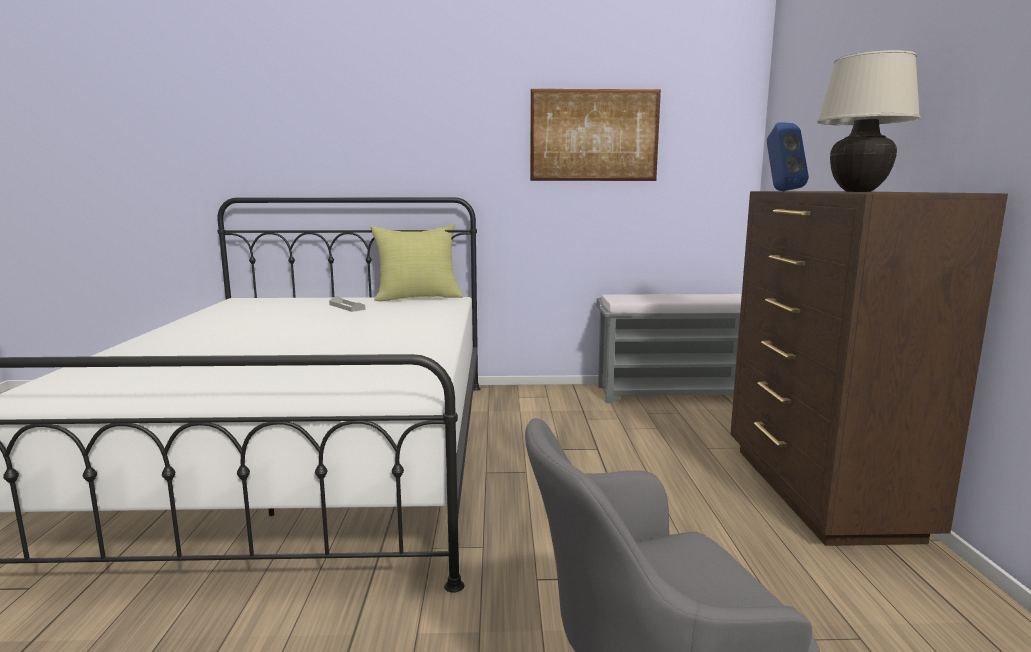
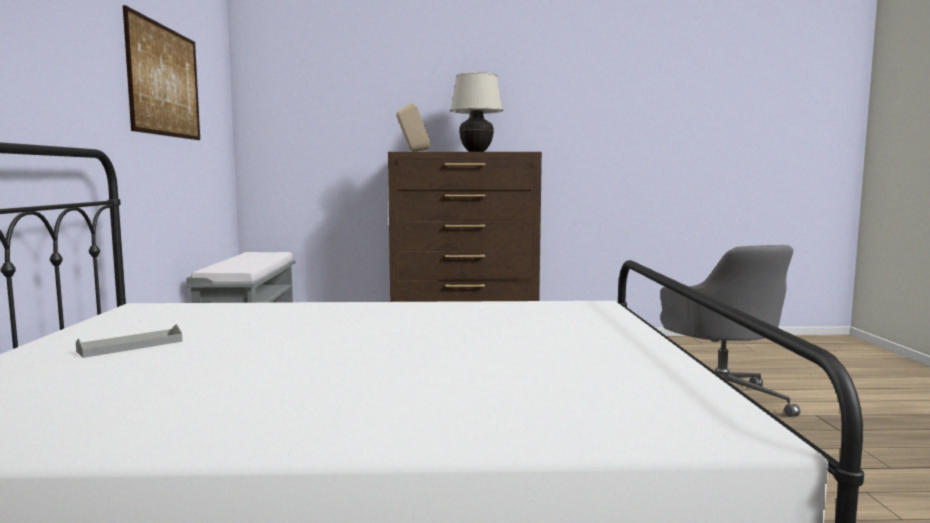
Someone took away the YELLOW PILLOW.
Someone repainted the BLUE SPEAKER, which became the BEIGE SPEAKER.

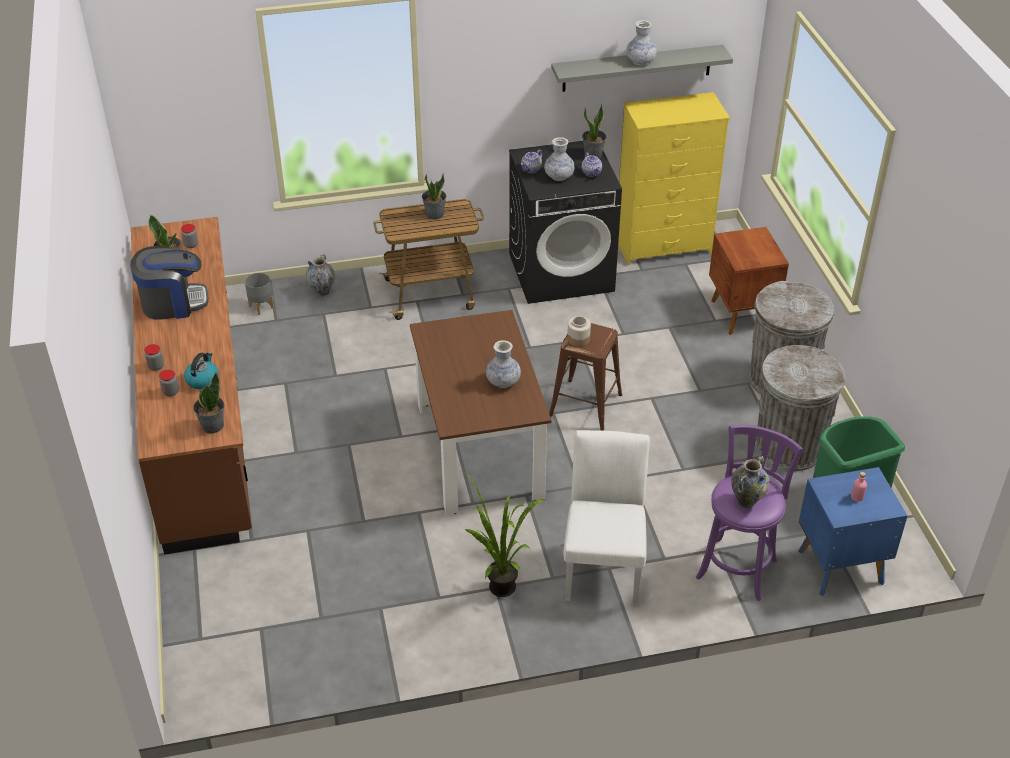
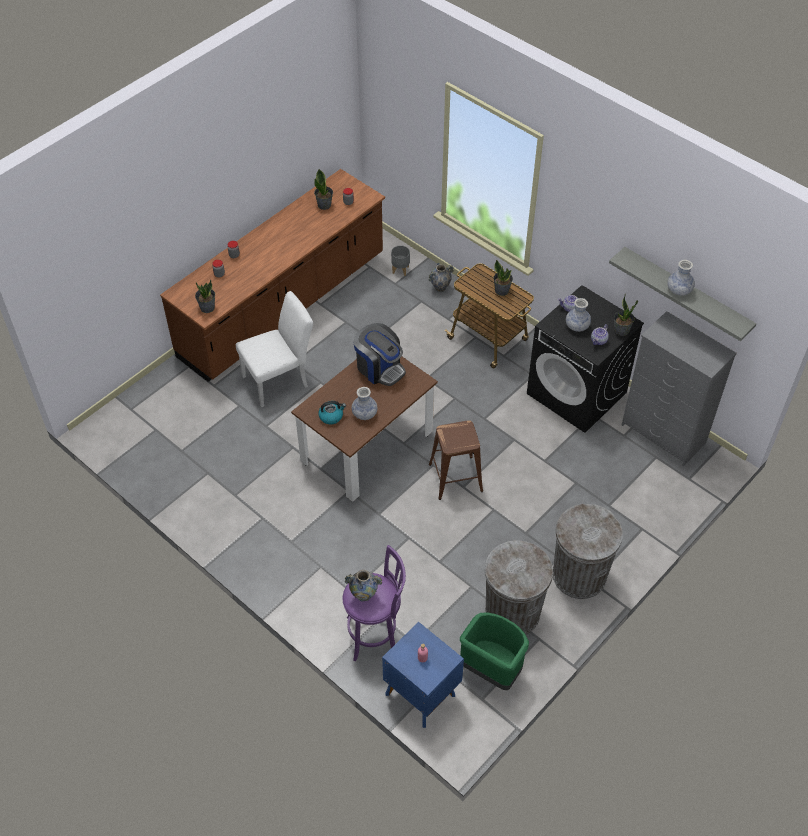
Someone took away the POTTED PLANT (4th from left).
Someone took away the JAR (4th from left).
Someone took away the BROWN NIGHTSTAND.
Someone carried the COFFEE MACHINE.
Someone carried the KETTLE.
Someone carried the WHITE CHAIR.
Someone repainted the YELLOW DRESSER, which became the GREY DRESSER.

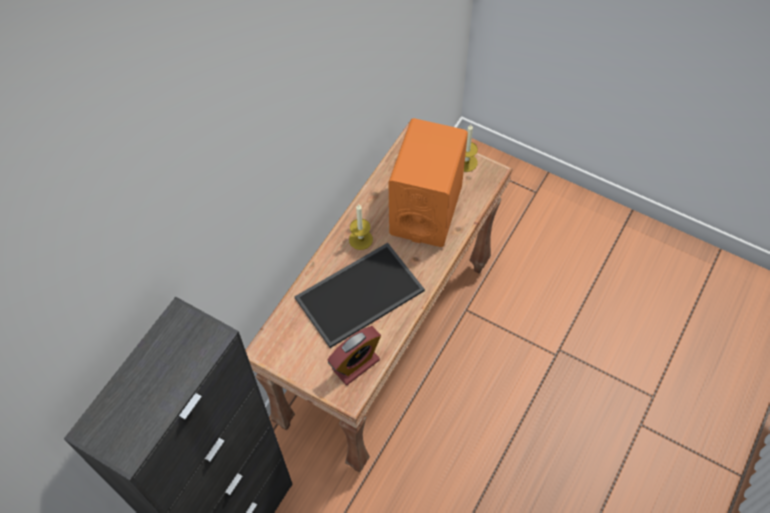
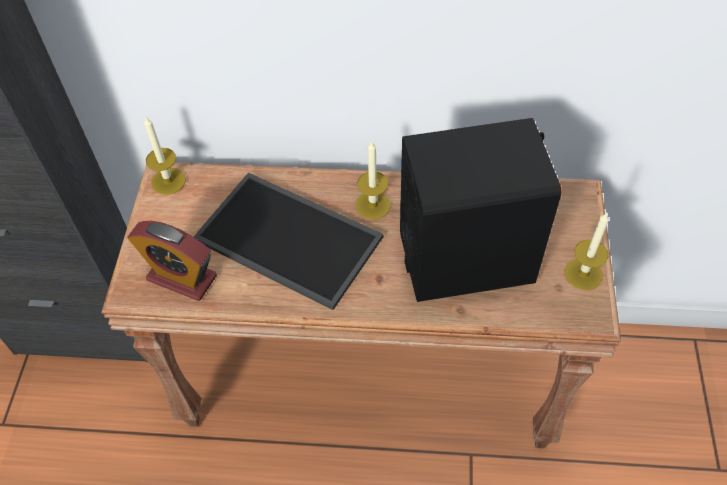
Someone put down the CANDLE (1st from left).
Someone repainted the ORANGE SPEAKER, which became the BLACK SPEAKER.

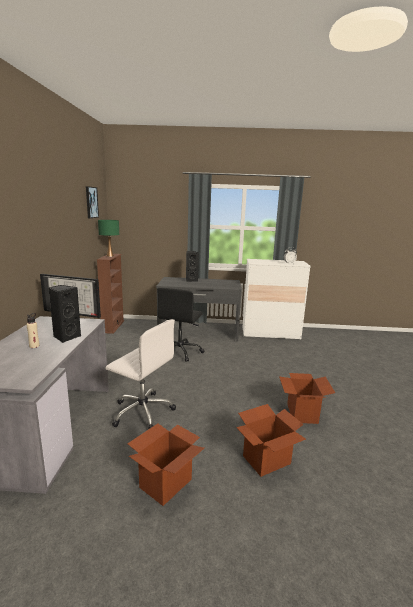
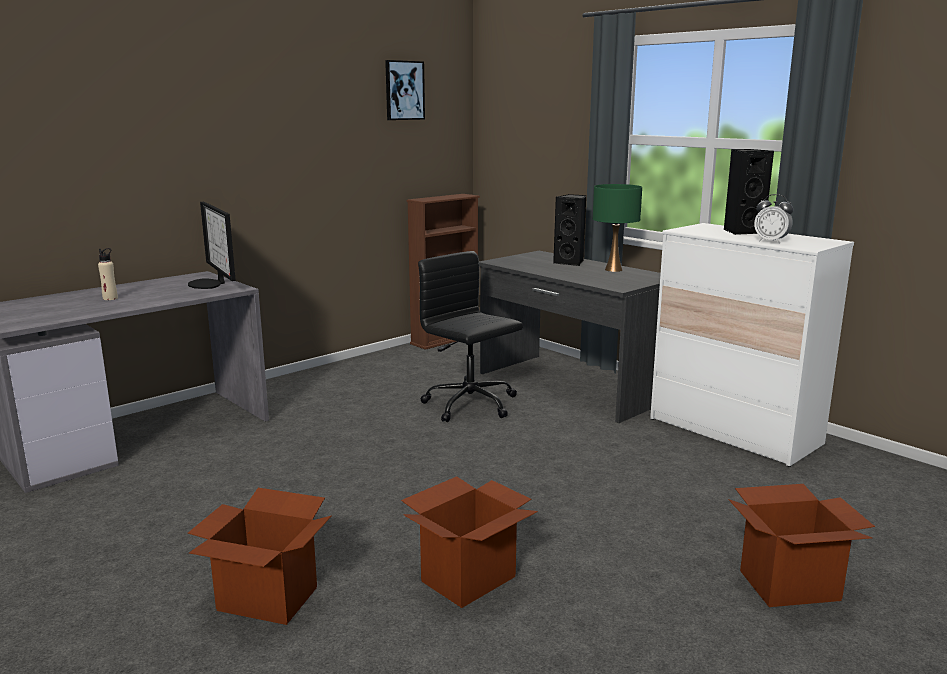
Someone took away the WHITE OFFICE CHAIR.
Someone carried the BLACK SPEAKER (1st from left in the first image).
Someone carried the GREEN TABLE LAMP.
Someone carried the CARDBOARD BOX (1st from left in the first image).
Someone rotated the BLACK OFFICE CHAIR by 75 degrees clockwise.

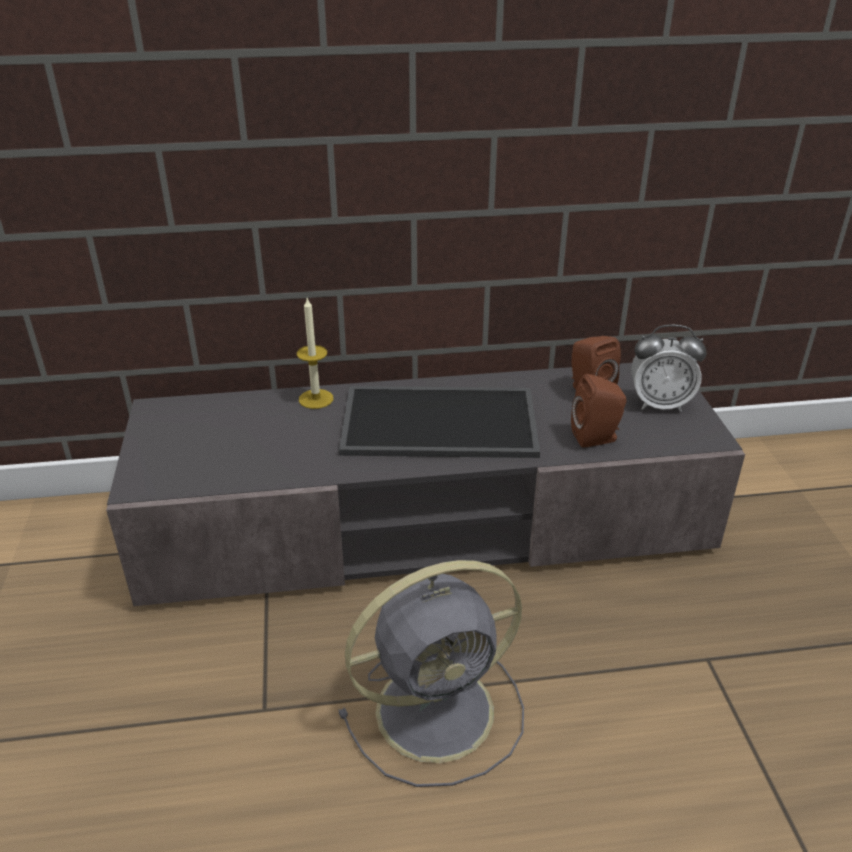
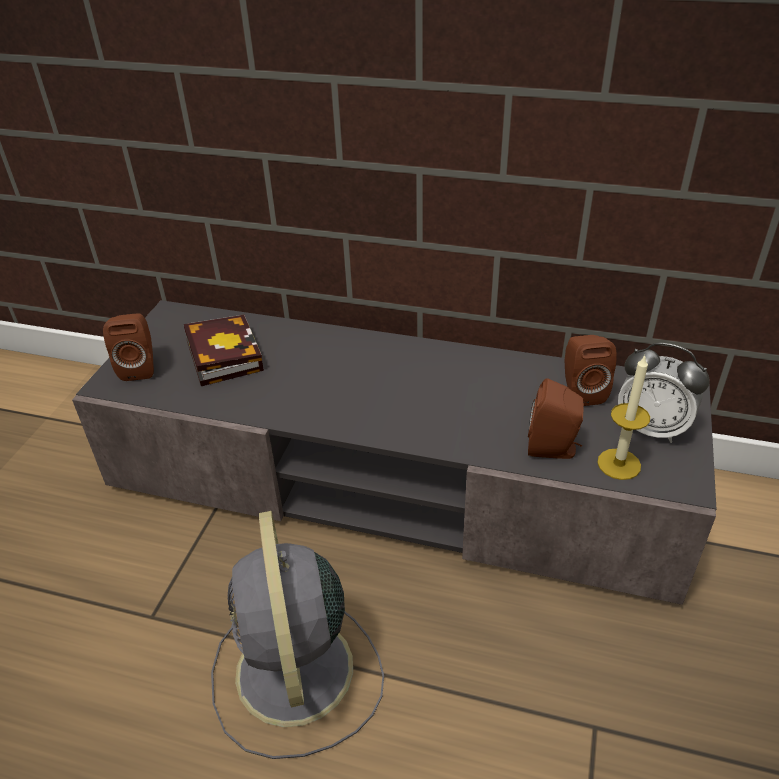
Someone took away the TRAY.
Someone put down the BROWN SPEAKER (1st from left).
Someone put down the BOOK.
Someone carried the CANDLE.
Someone rotated the GREY FAN by 75 degrees clockwise.

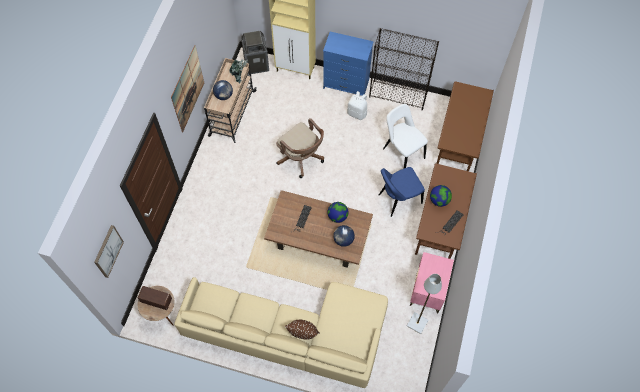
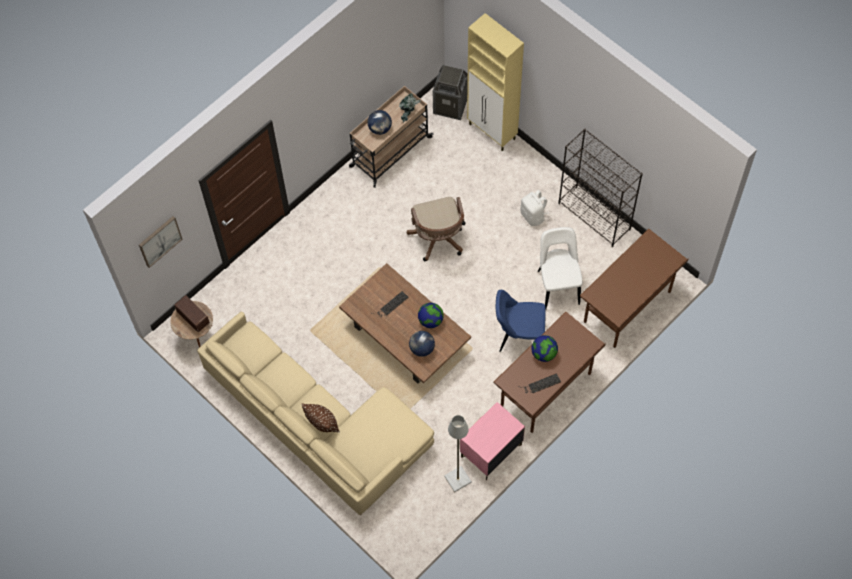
Someone took away the PICTURE (2nd from left).
Someone took away the BLUE DRESSER.

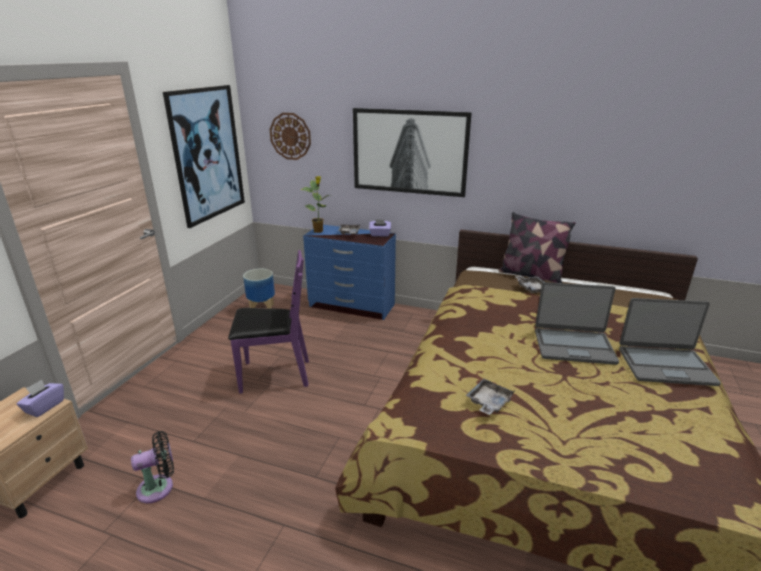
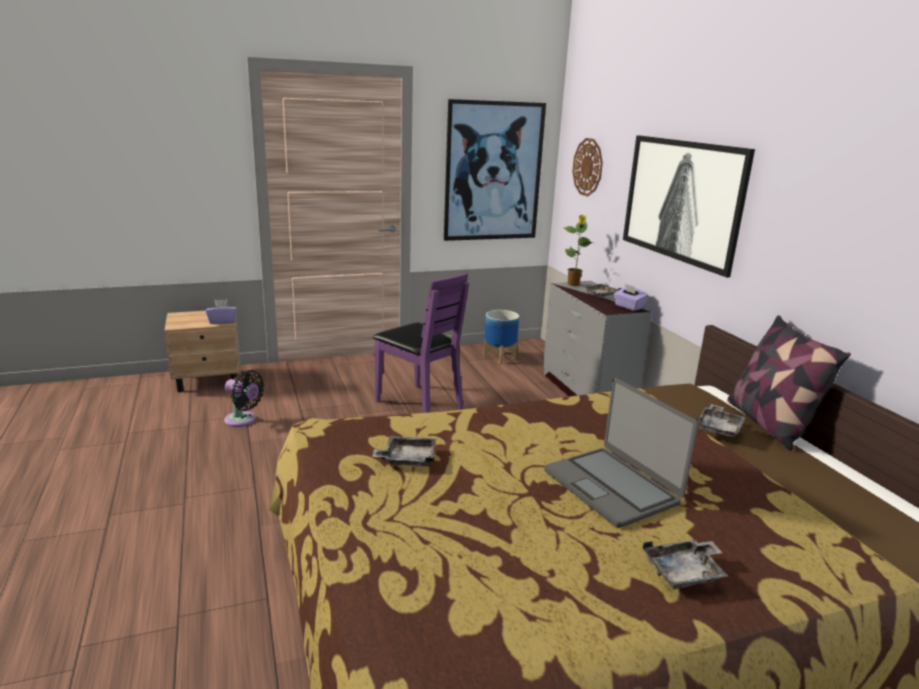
Someone swapped the LAPTOP (2nd from left) for the GREY TRAY (3rd from left).
Someone repainted the BLUE DRESSER, which became the GREY DRESSER.

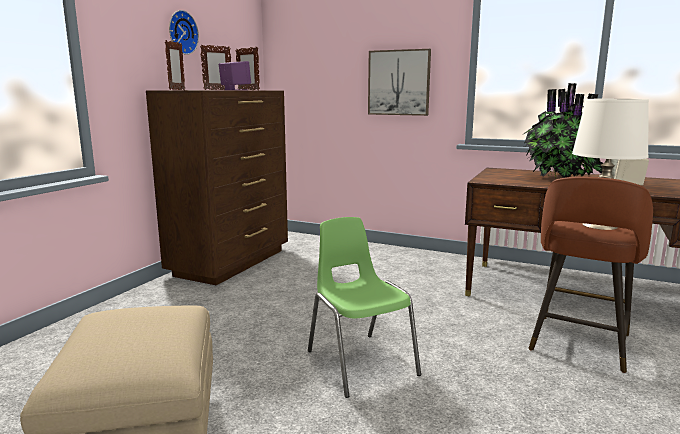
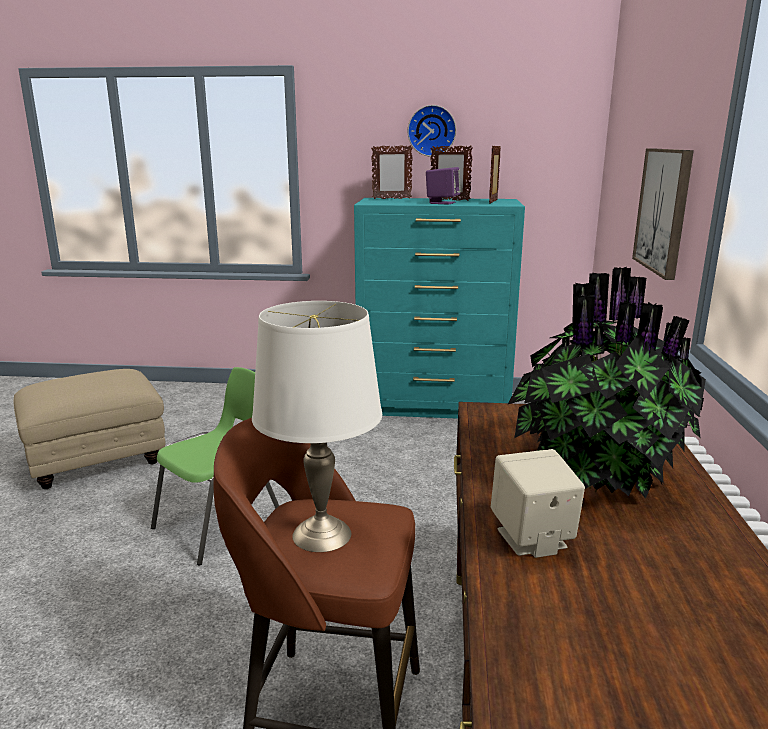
Someone repainted the BROWN DRESSER, which became the TURQUOISE DRESSER.

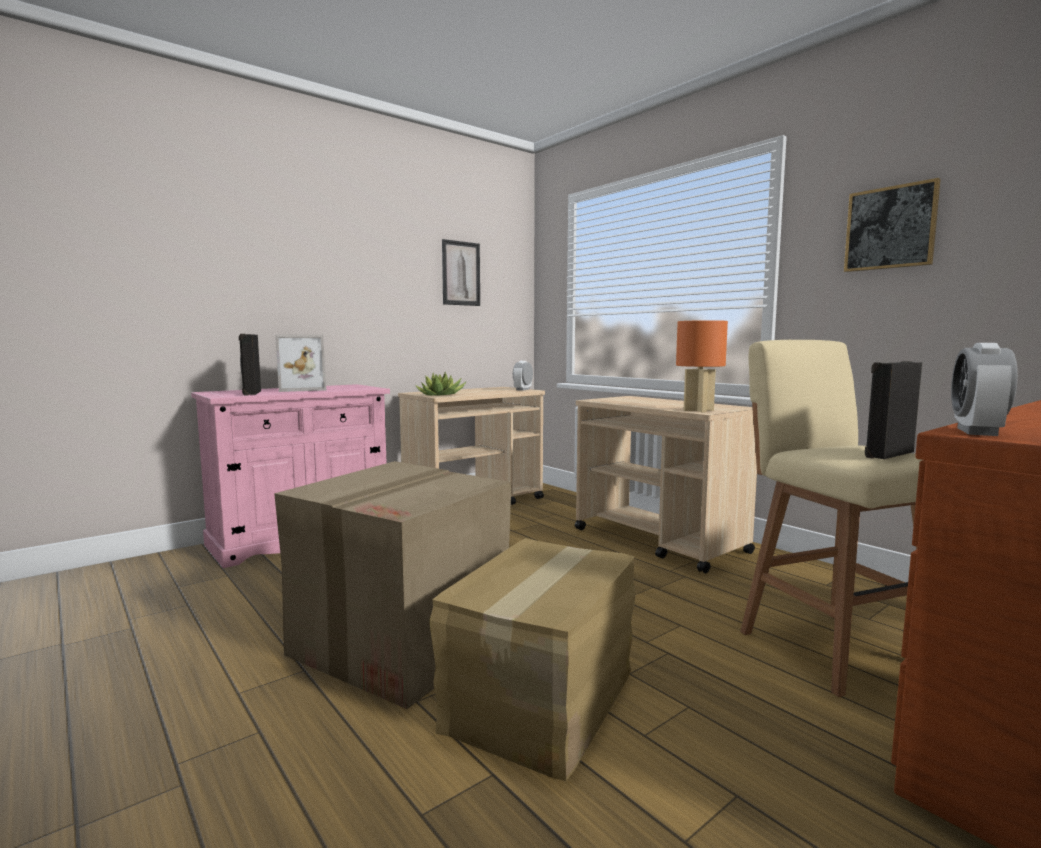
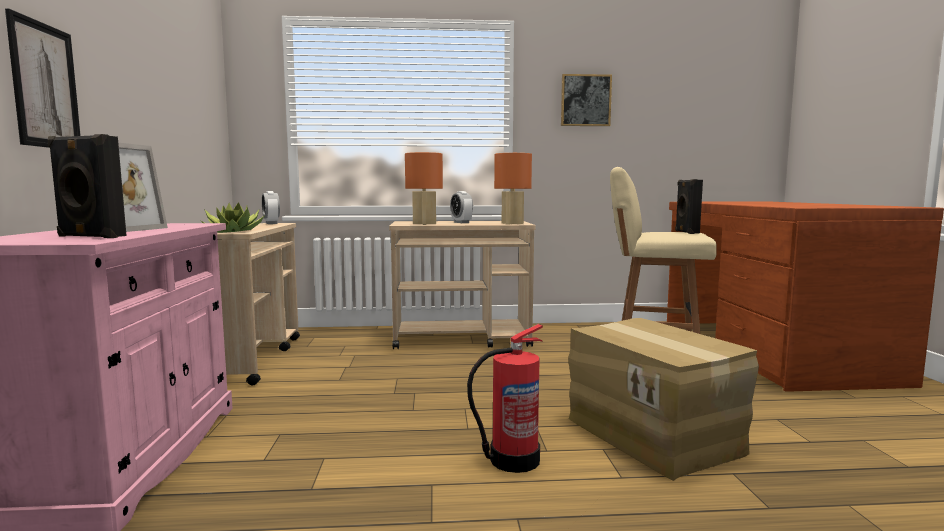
Someone put down the ORANGE TABLE LAMP (1st from left).
Someone carried the PICTURE (1st from left).
Someone carried the ALARM CLOCK (2nd from left).
Someone swapped the CARDBOARD BOX (1st from left) for the FIRE EXTINGUISHER.

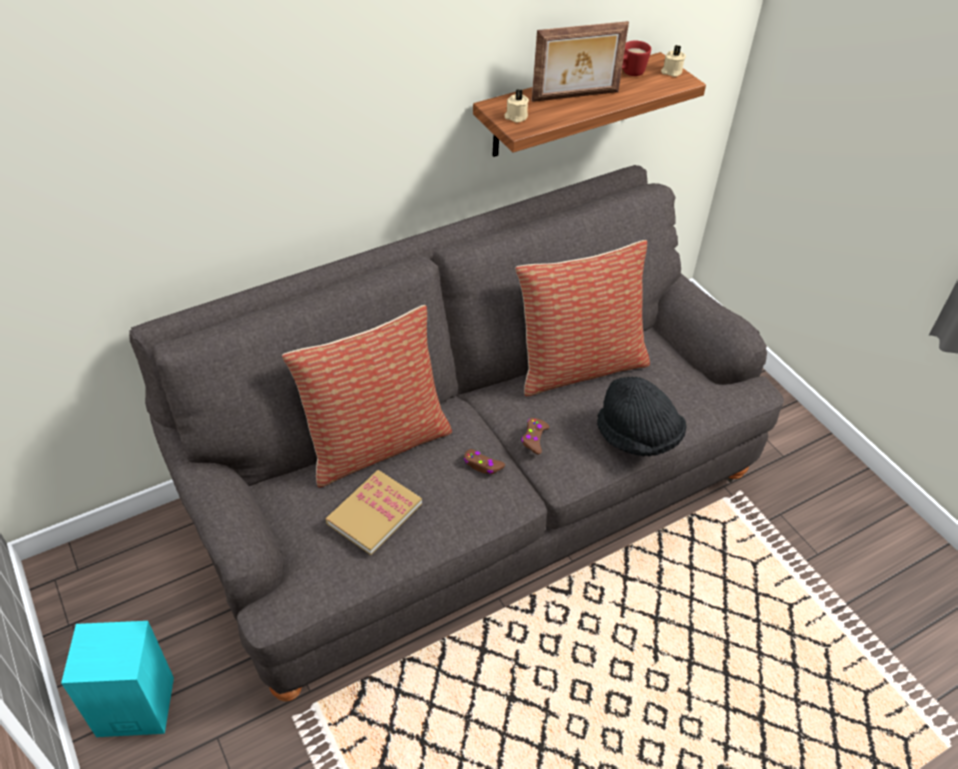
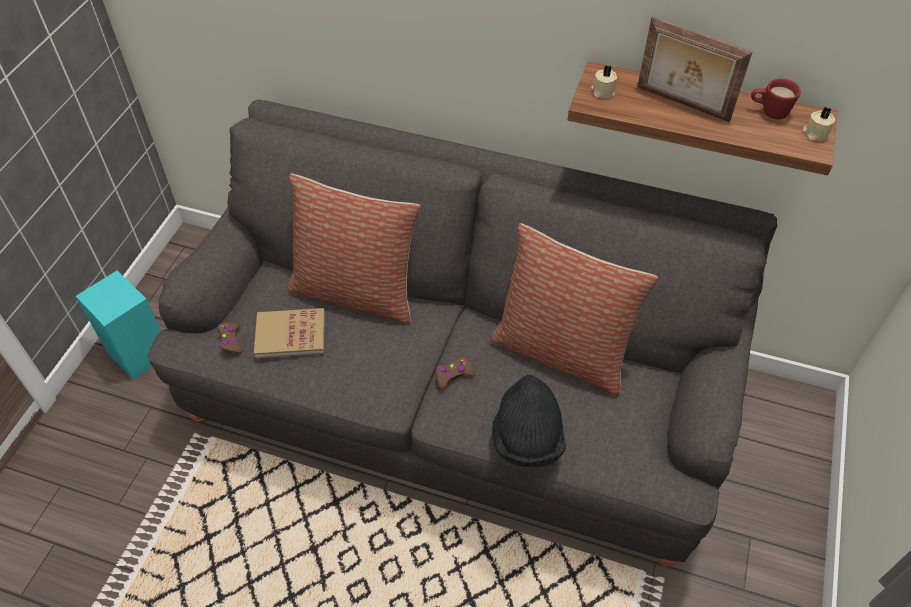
Someone carried the BROWN GAME CONTROLLER (1st from left).

